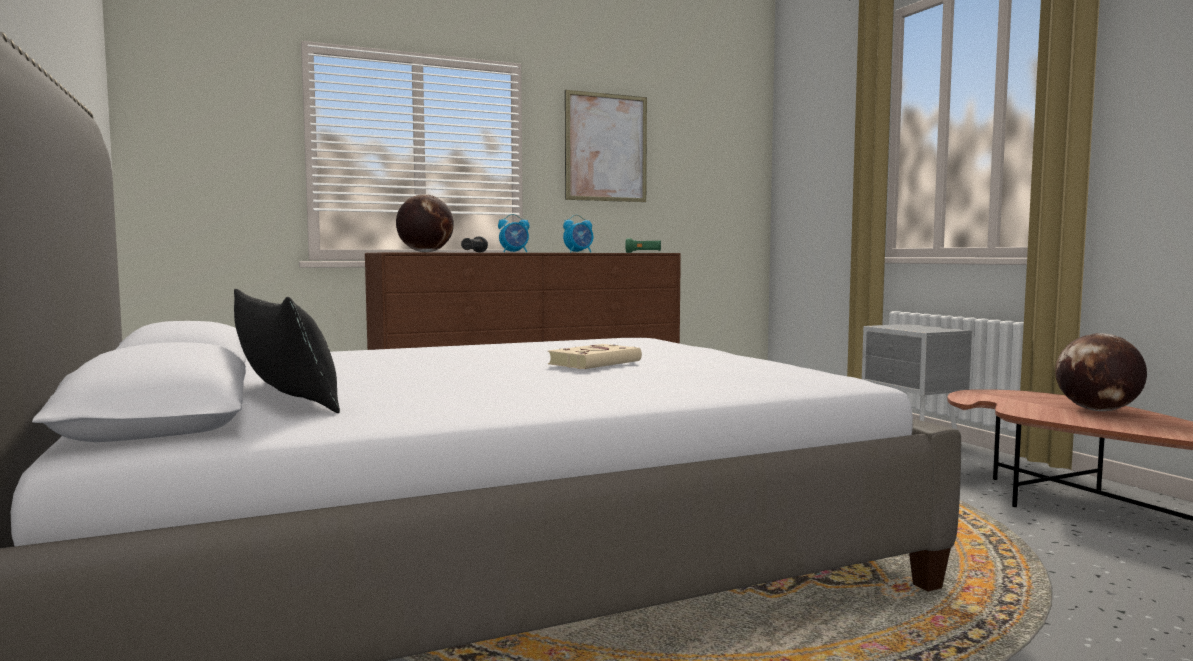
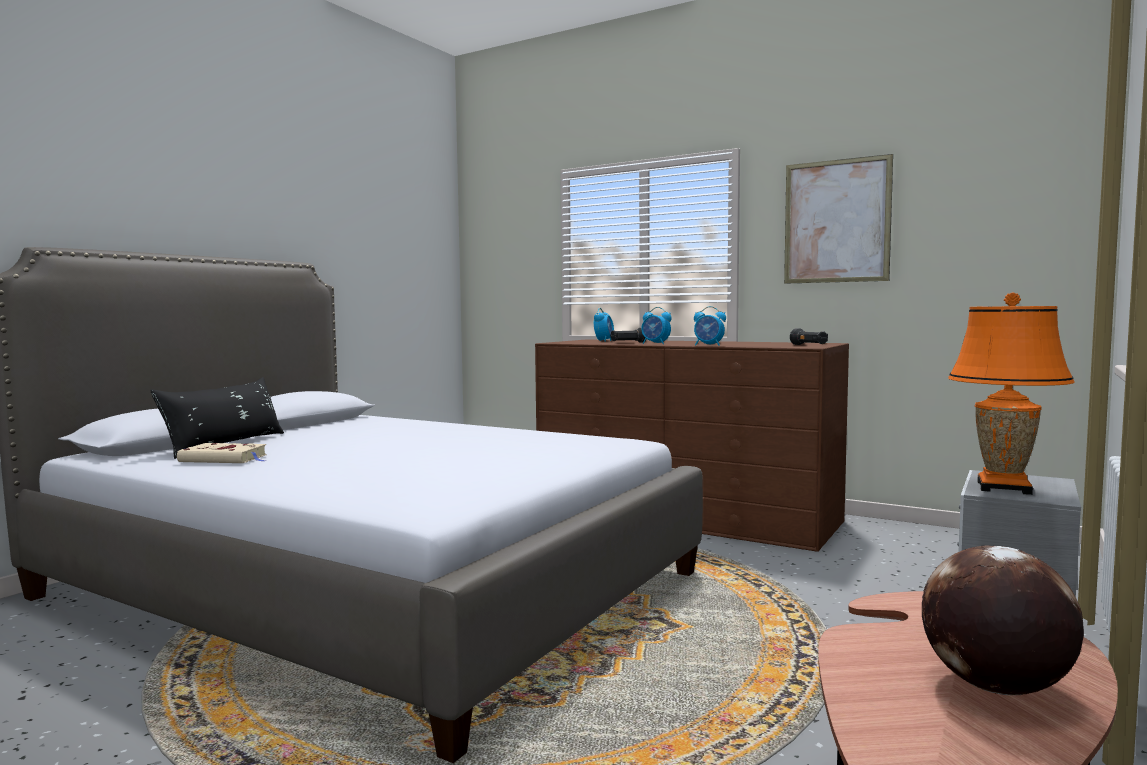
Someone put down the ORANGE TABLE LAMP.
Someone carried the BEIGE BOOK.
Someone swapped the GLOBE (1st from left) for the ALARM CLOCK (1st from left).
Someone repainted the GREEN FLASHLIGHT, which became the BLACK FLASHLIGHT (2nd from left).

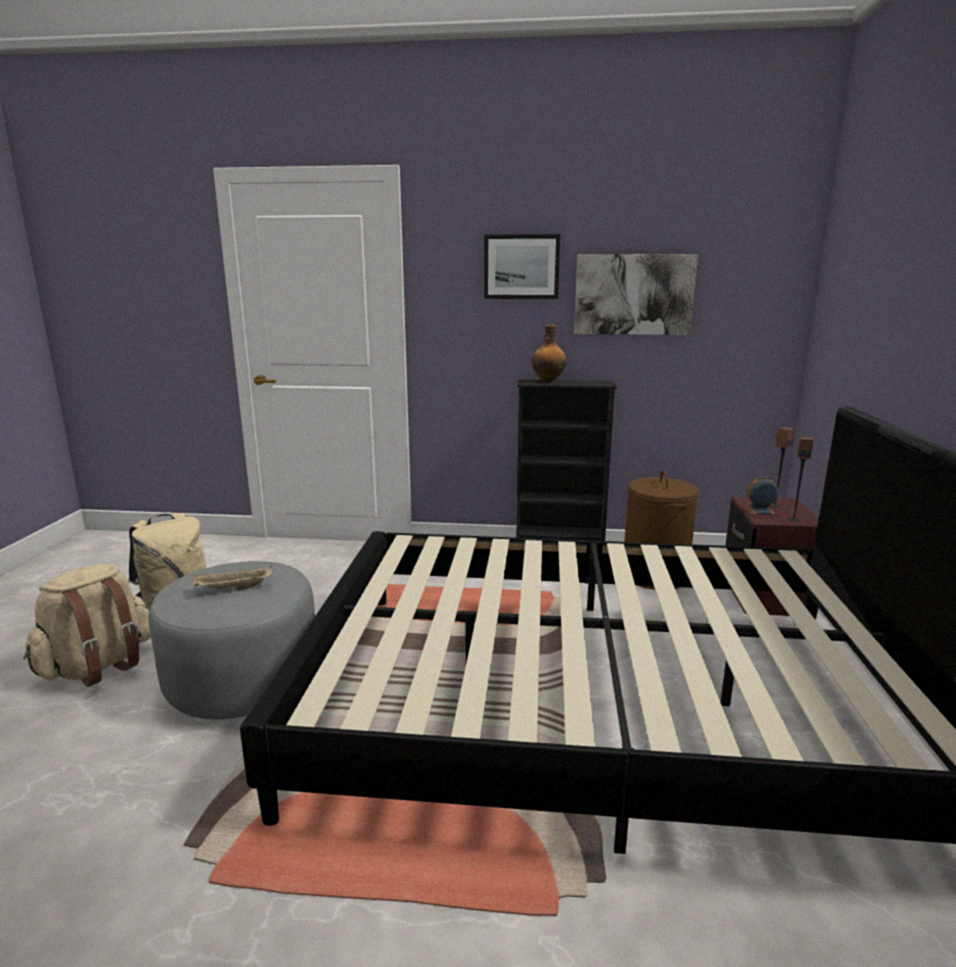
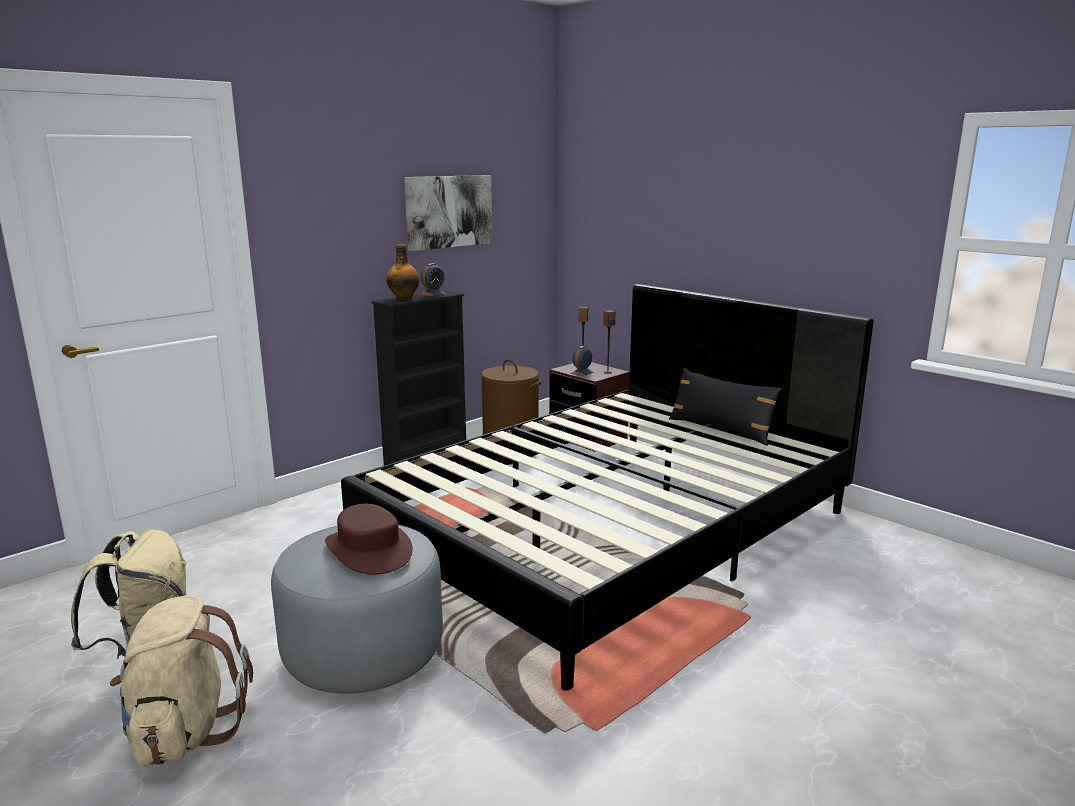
Someone took away the PICTURE (1st from left).
Someone put down the ALARM CLOCK (1st from left).
Someone put down the BLACK PILLOW.
Someone swapped the BEIGE TRAY for the BROWN HAT.

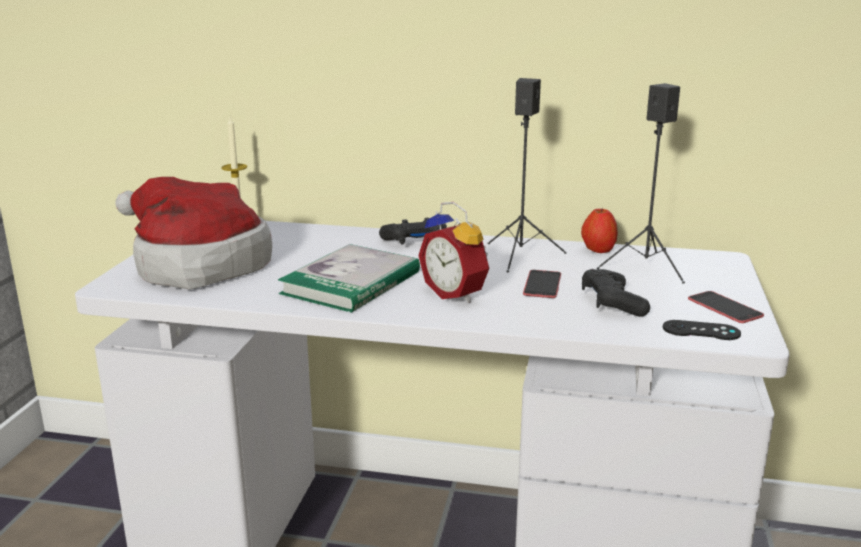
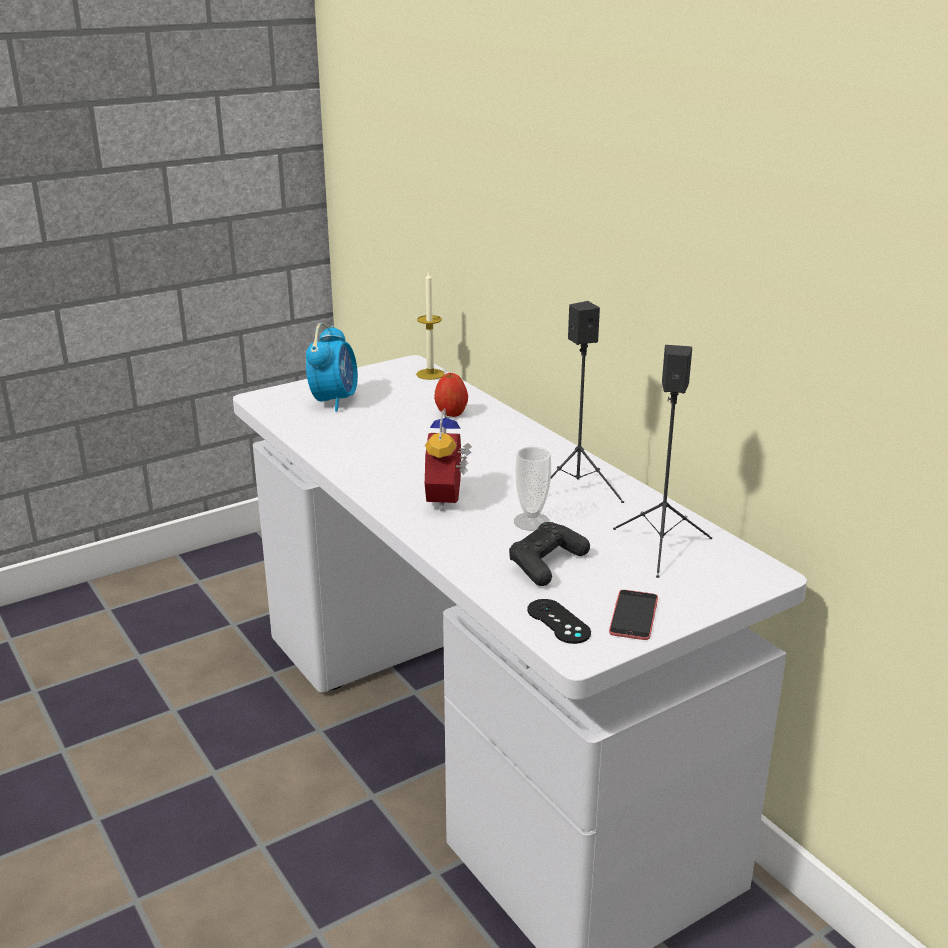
Someone took away the BOOK.
Someone took away the BLACK GAME CONTROLLER (1st from left).
Someone carried the APPLE.
Someone swapped the HAT for the ALARM CLOCK (1st from left).
Someone swapped the PHONE (1st from left) for the CUP.

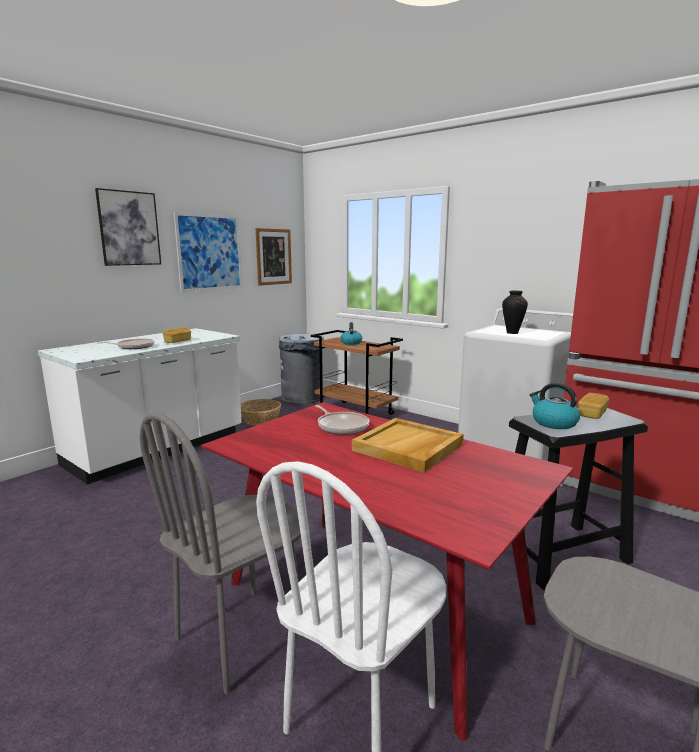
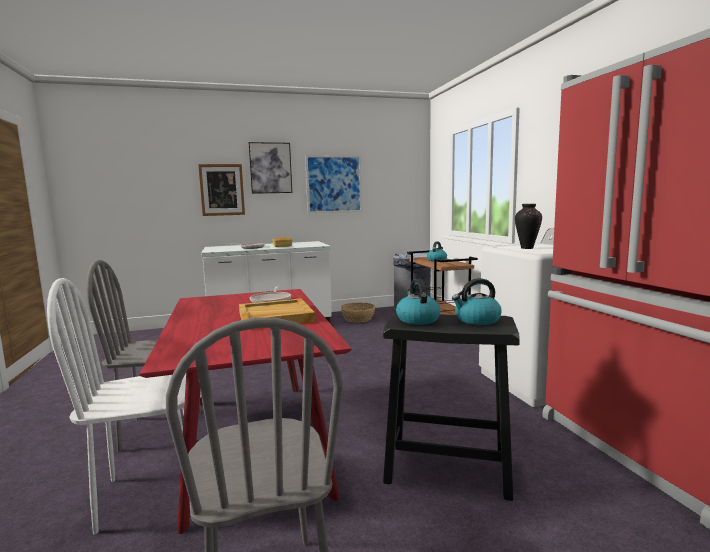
Someone carried the PICTURE (3rd from left in the first image).
Someone swapped the BREAD (2nd from left) for the KETTLE (3rd from left).

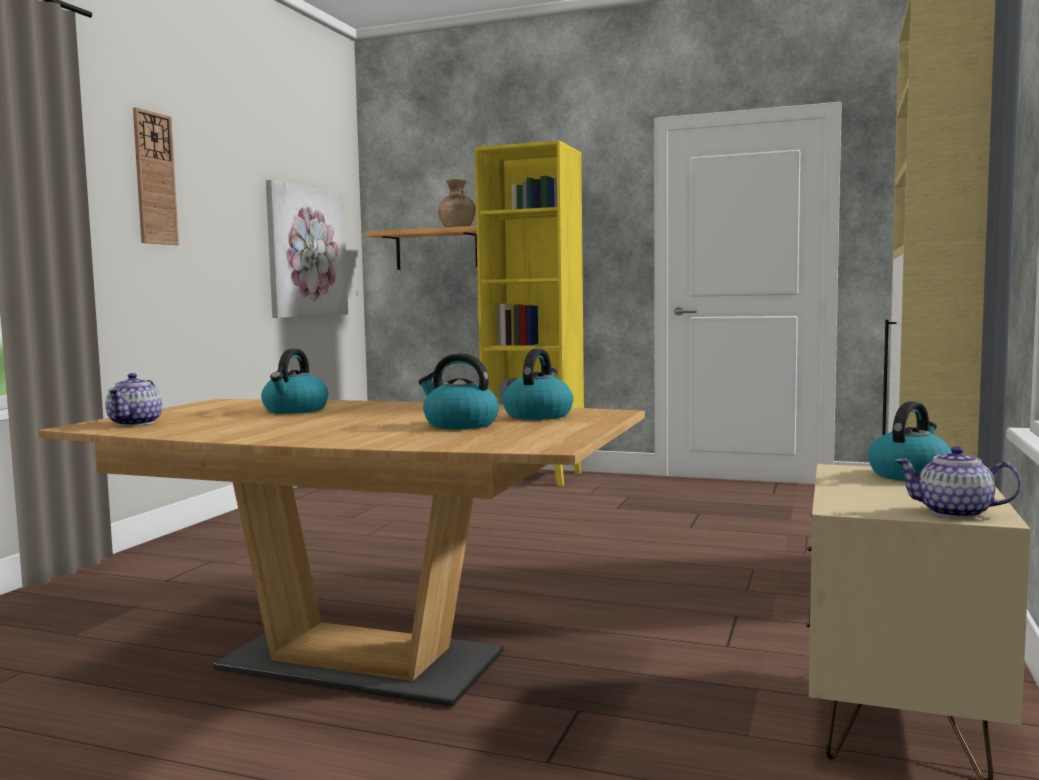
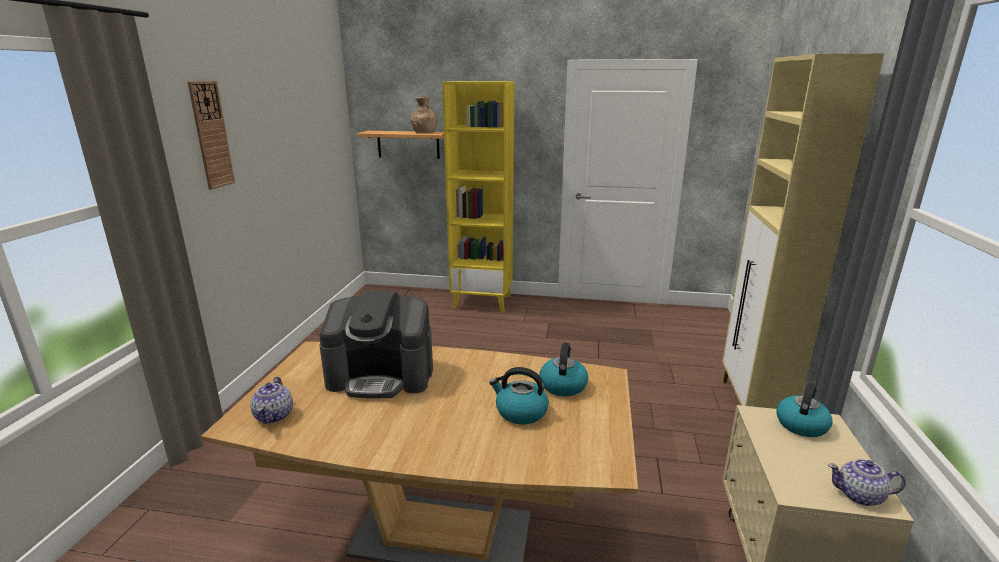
Someone took away the PICTURE.
Someone swapped the KETTLE (1st from left) for the COFFEE MACHINE.

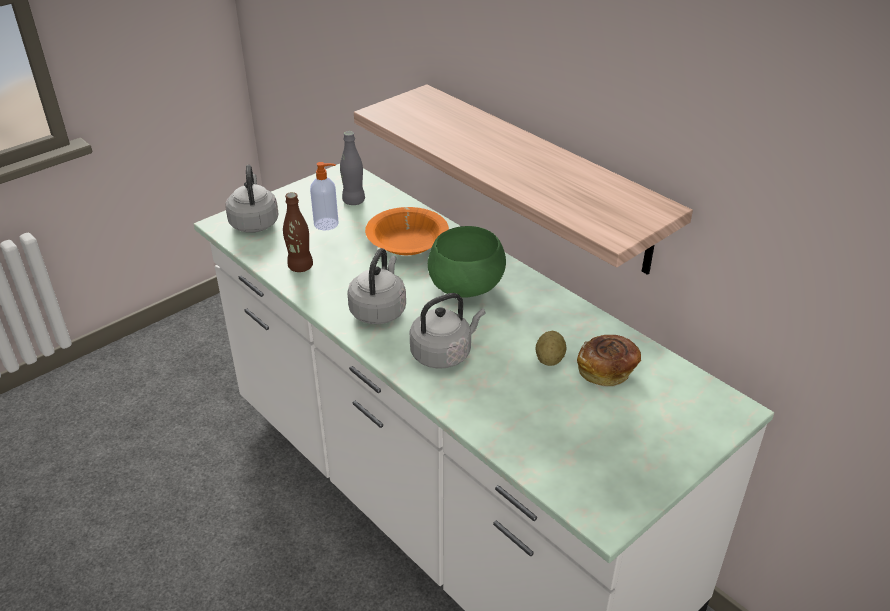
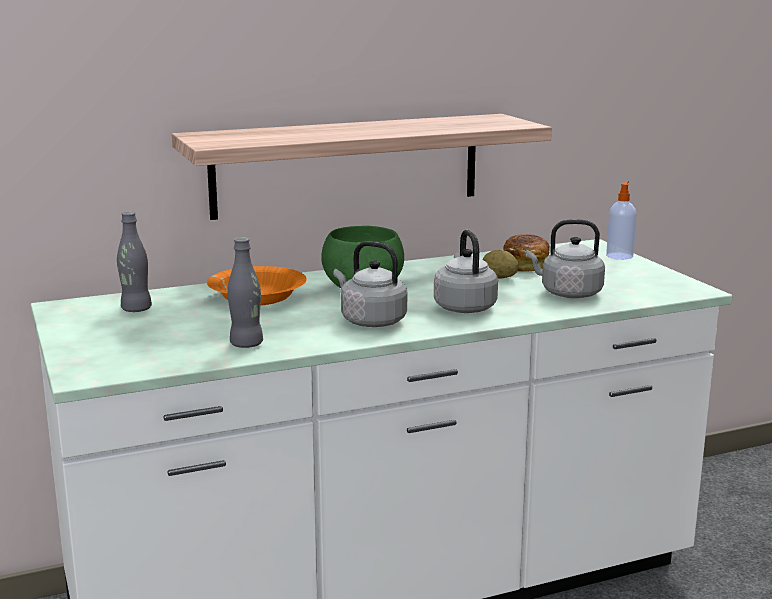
Someone carried the GREY KETTLE (1st from left in the first image).
Someone carried the SOAP DISPENSER.
Someone repainted the BROWN BOTTLE, which became the GREY BOTTLE (2nd from left).

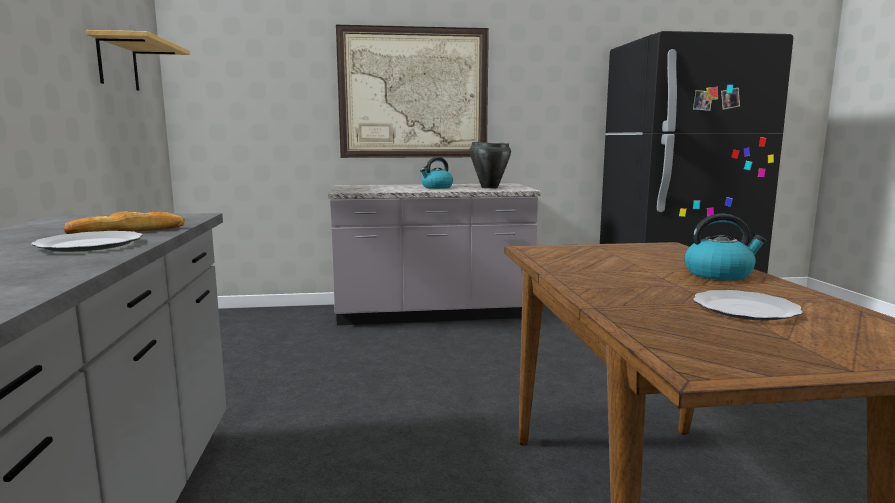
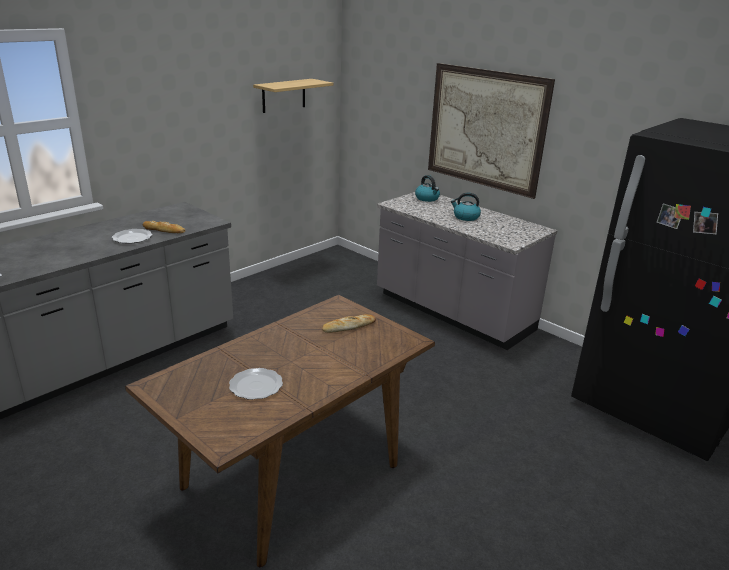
Someone took away the BLACK COOKING POT.
Someone put down the BREAD (2nd from left).
Someone carried the KETTLE (2nd from left in the first image).

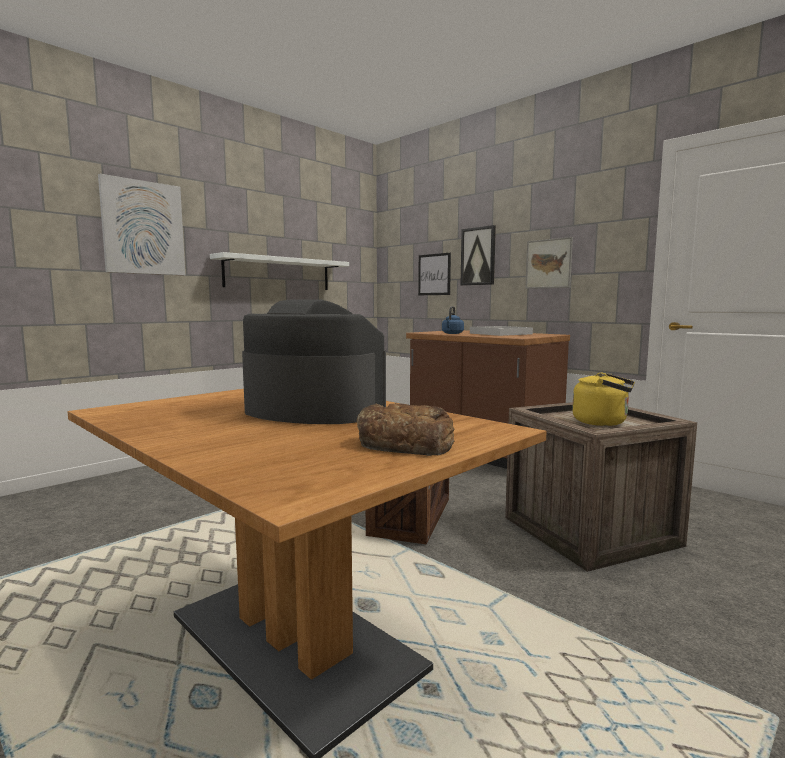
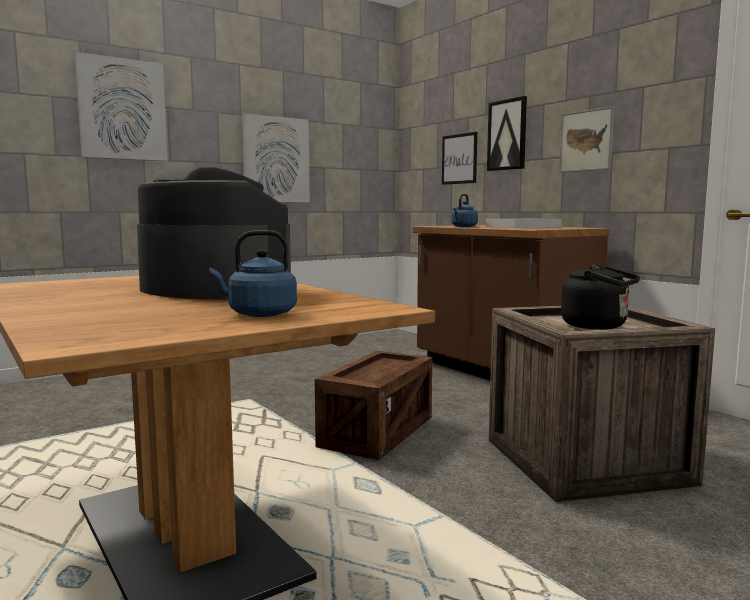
Someone swapped the WHITE SHELF for the PICTURE (2nd from left).
Someone swapped the BREAD for the BLUE KETTLE (1st from left).
Someone repainted the YELLOW KETTLE, which became the BLACK KETTLE.

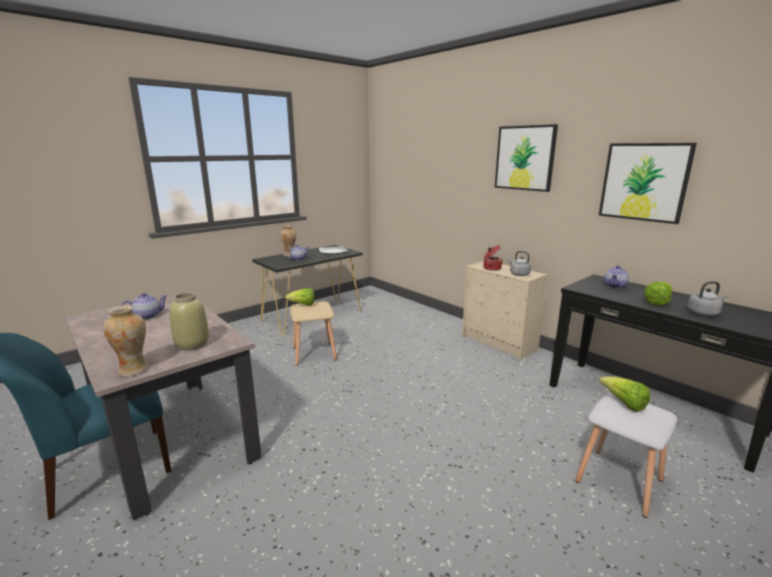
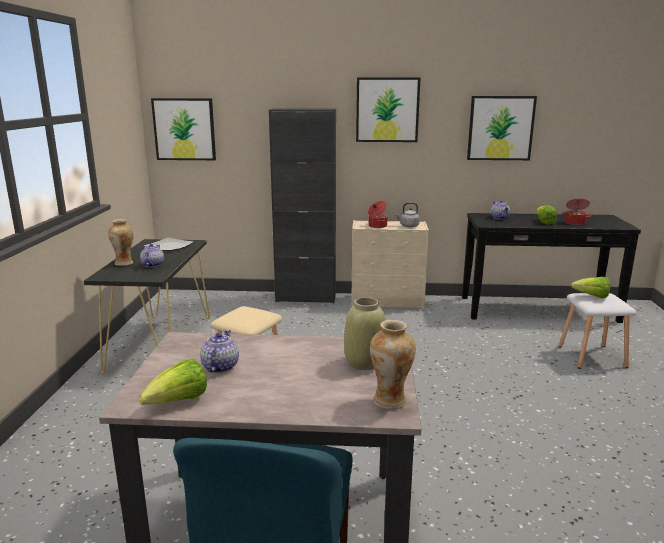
Someone put up the PICTURE (1st from left).
Someone put down the BLACK CABINET.
Someone carried the LETTUCE (1st from left).
Someone swapped the GREY KETTLE (2nd from left) for the COOKING POT (2nd from left).

